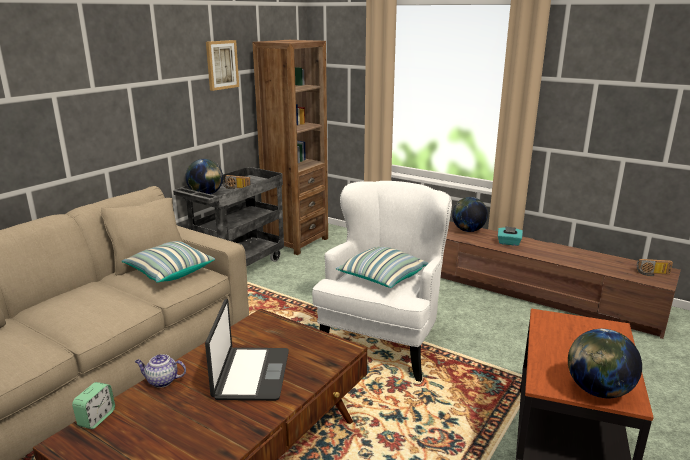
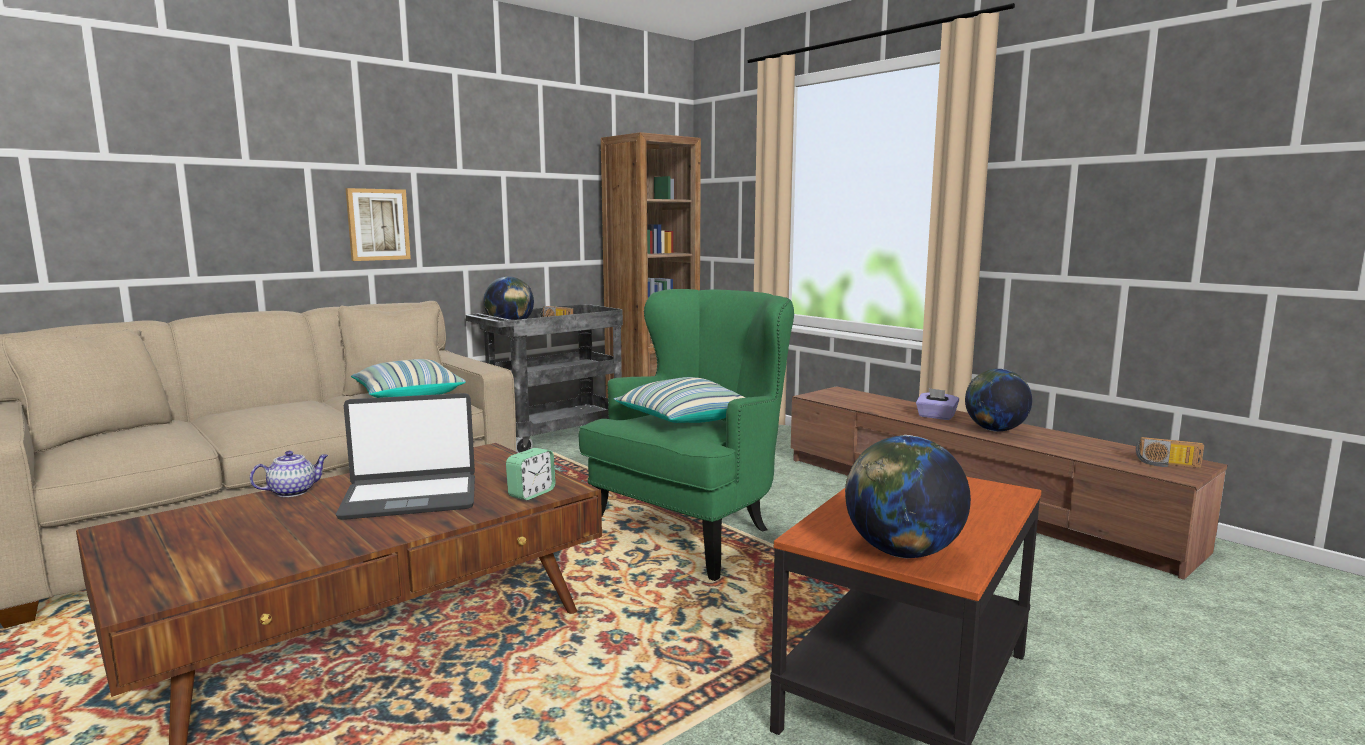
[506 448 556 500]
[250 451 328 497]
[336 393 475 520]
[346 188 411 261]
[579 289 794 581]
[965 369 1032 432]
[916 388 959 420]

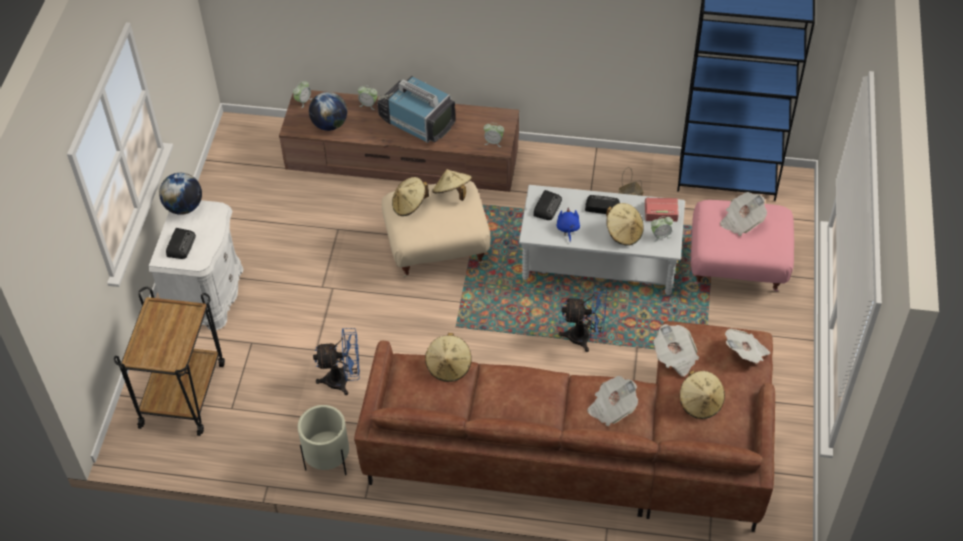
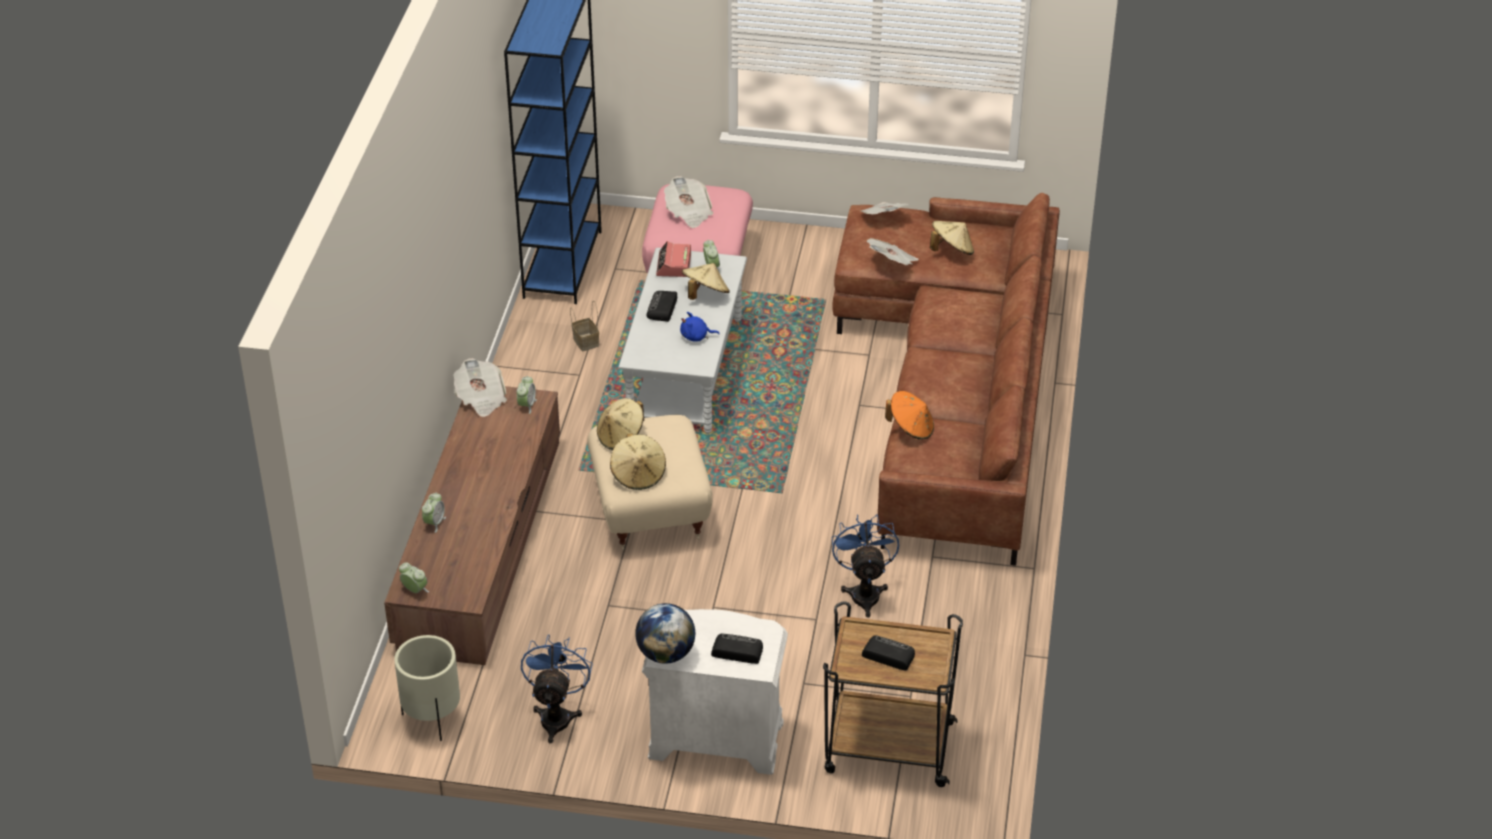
[394 635 460 741]
[309 92 347 131] (first image)
[377 76 456 143] (first image)
[885 391 934 440]
[862 635 915 671]
[521 635 593 743]
[453 358 507 417]

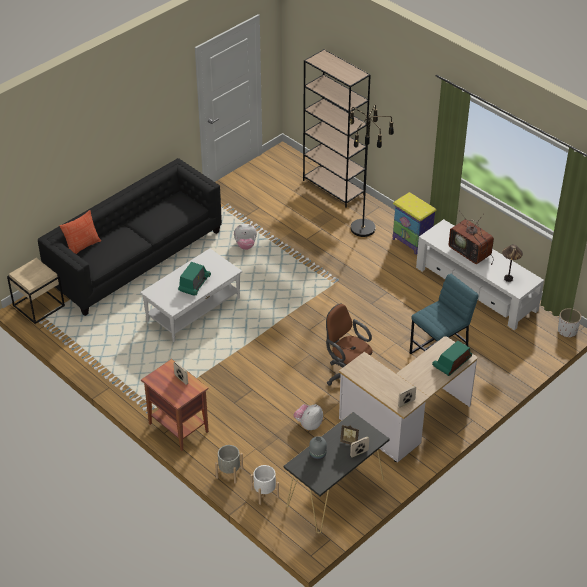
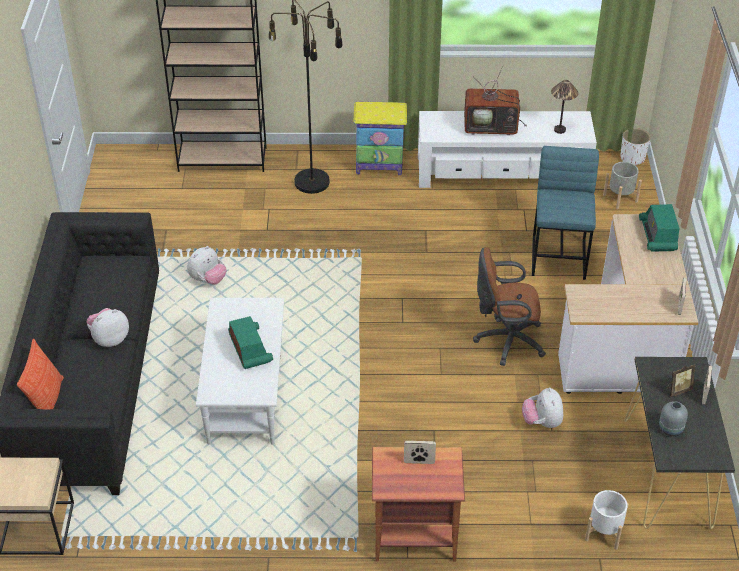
[603 162 642 209]
[87 308 129 347]

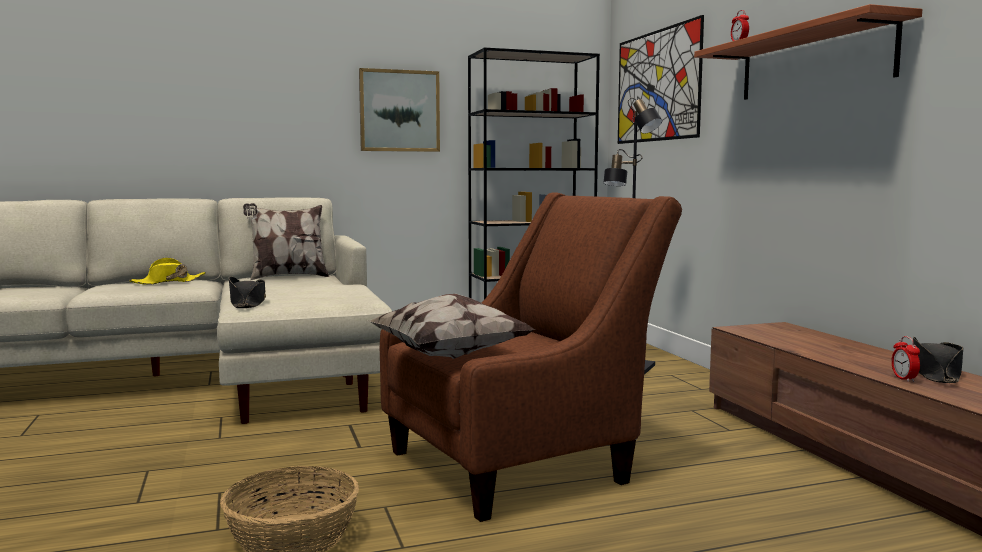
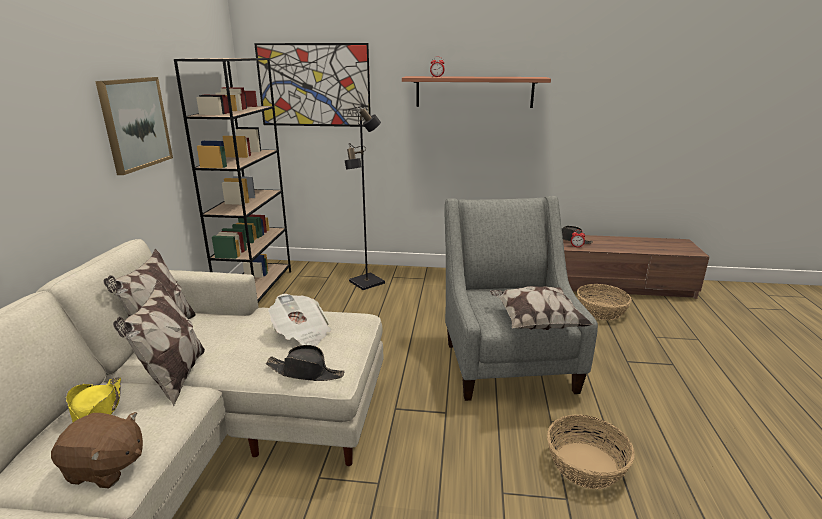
[444 196 598 401]
[51 412 143 488]
[113 280 205 406]
[268 294 332 346]
[577 284 632 321]

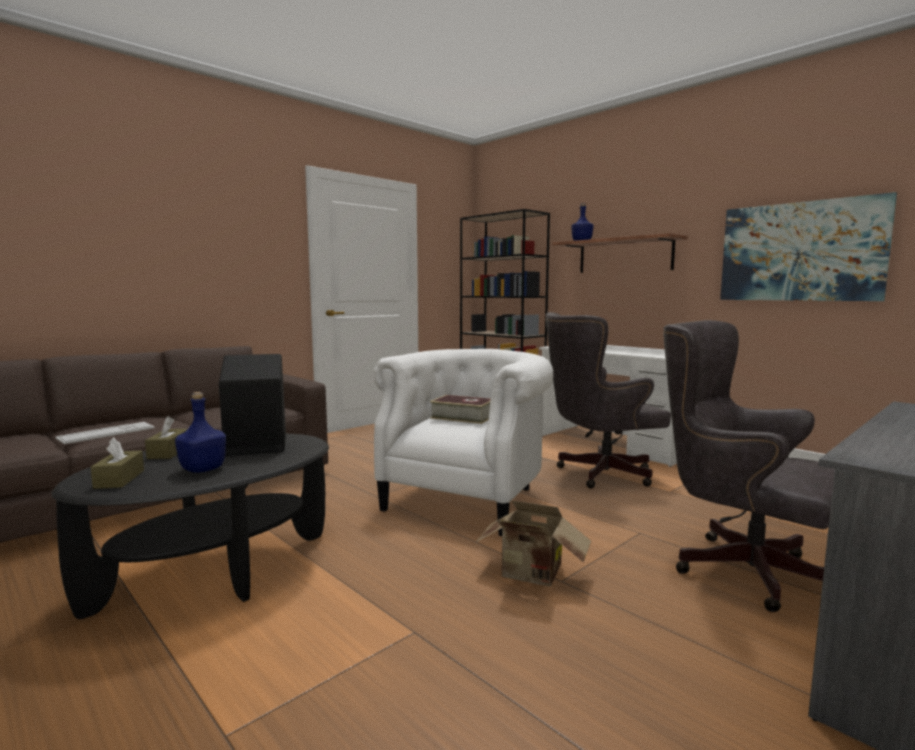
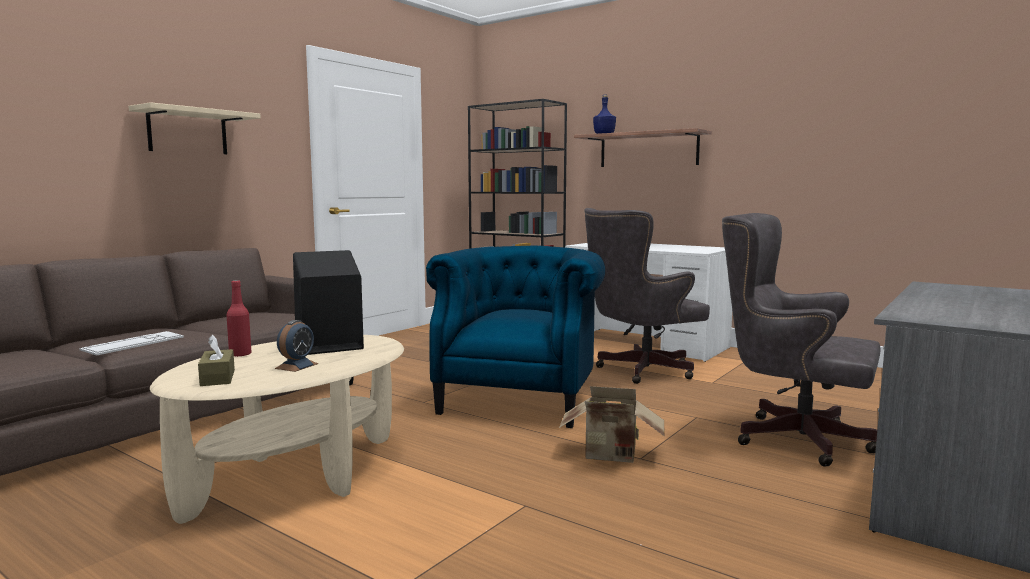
[150 335 404 524]
[227 280 251 357]
[275 320 318 372]
[426 246 605 428]
[430 395 491 424] (first image)
[720 192 897 301] (first image)
[128 102 261 154]

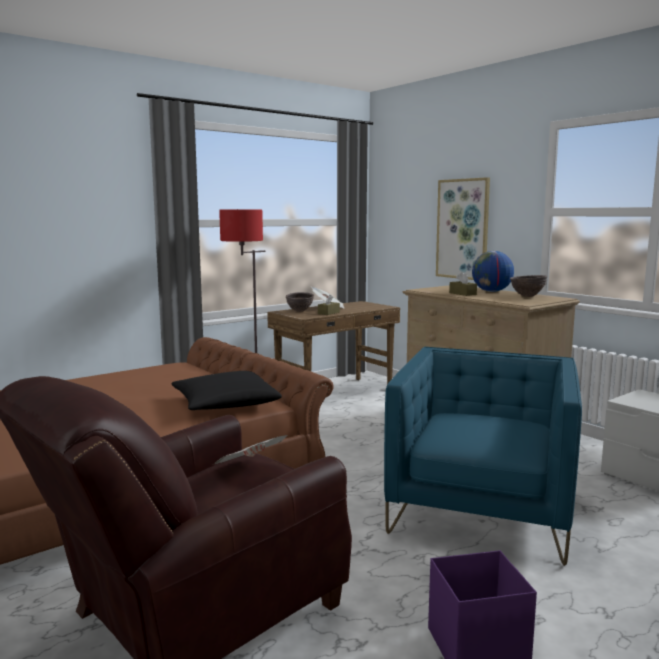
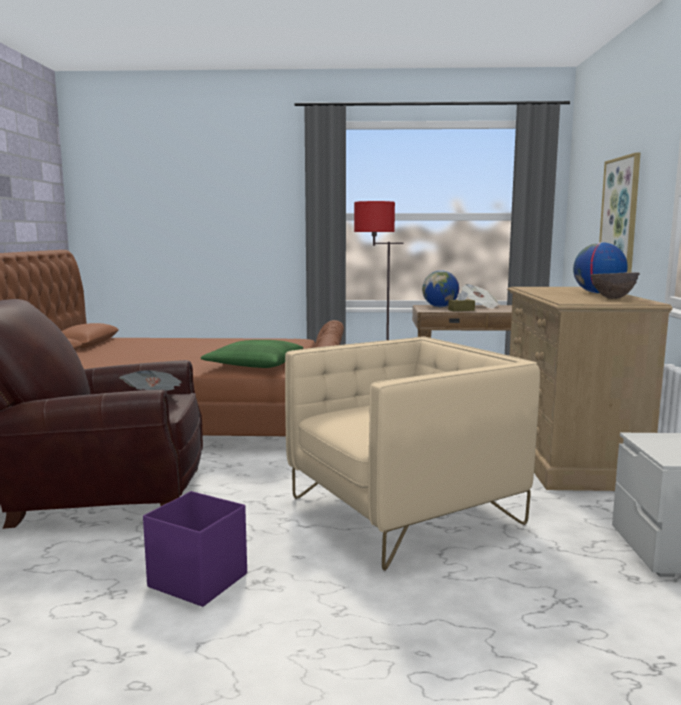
[201 340 303 368]
[422 270 459 307]
[285 336 540 571]
[449 272 477 296] (first image)

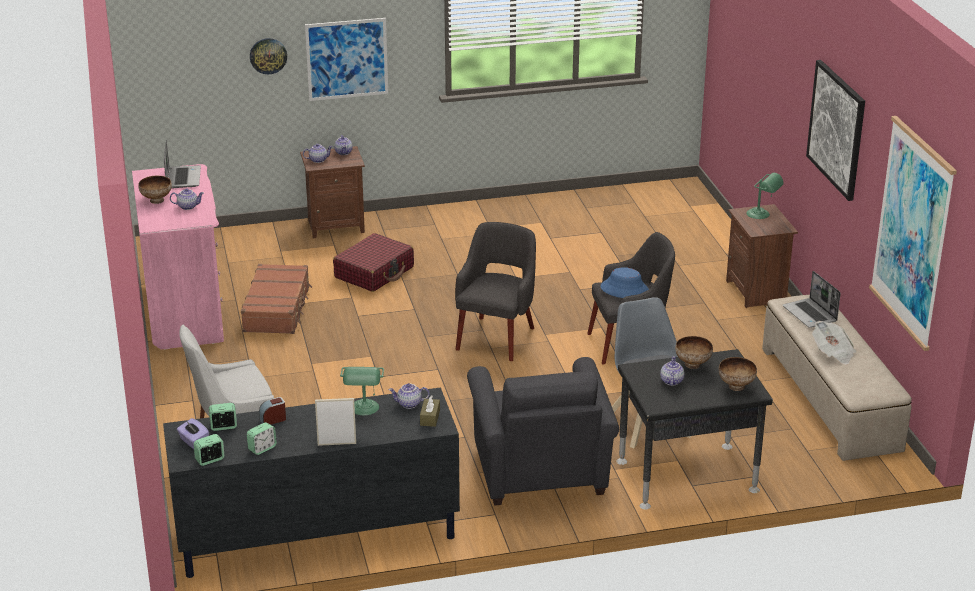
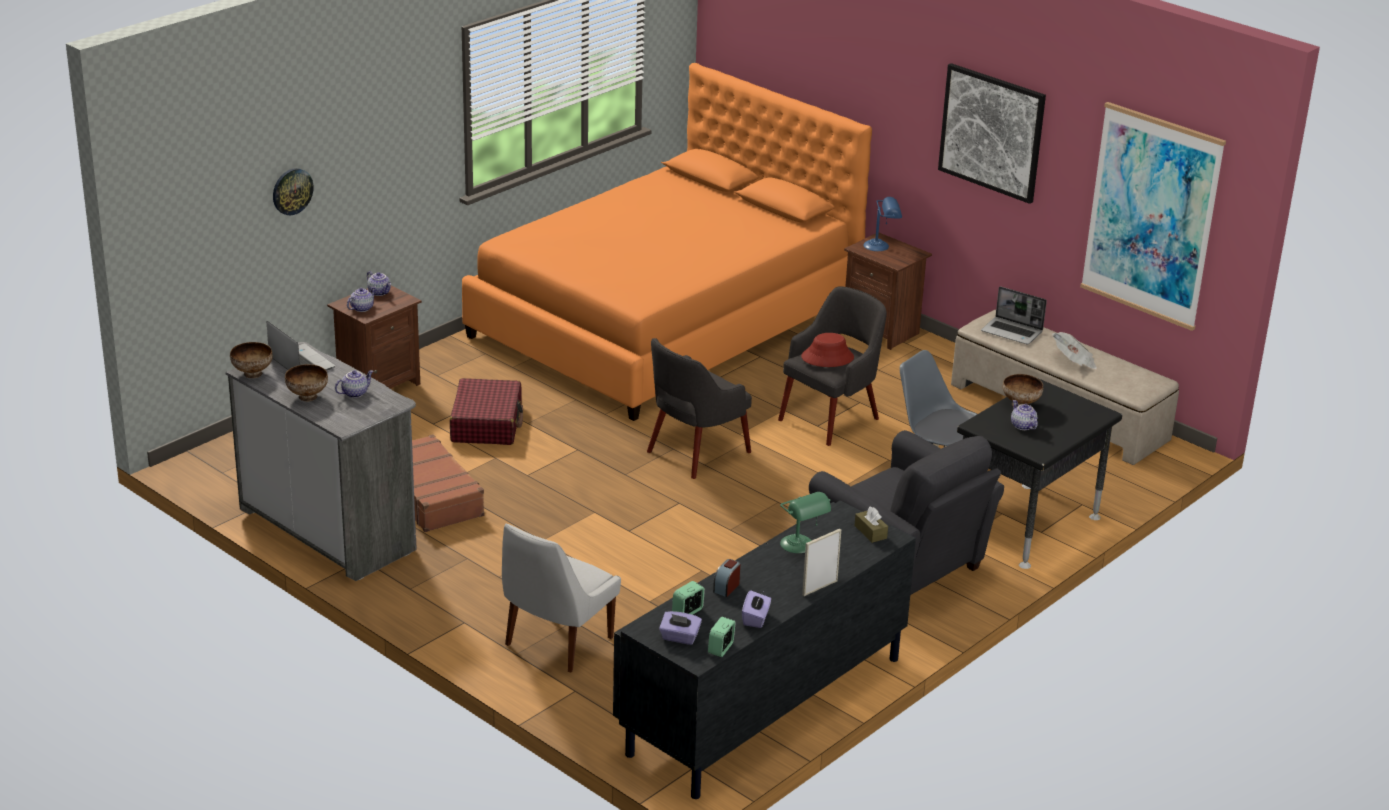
[226 342 417 581]
[742 590 771 628]
[305 18 388 101] (first image)
[389 383 430 409] (first image)
[647 338 752 479]
[801 333 854 367]
[230 342 273 378]
[863 197 902 251]
[462 63 872 421]

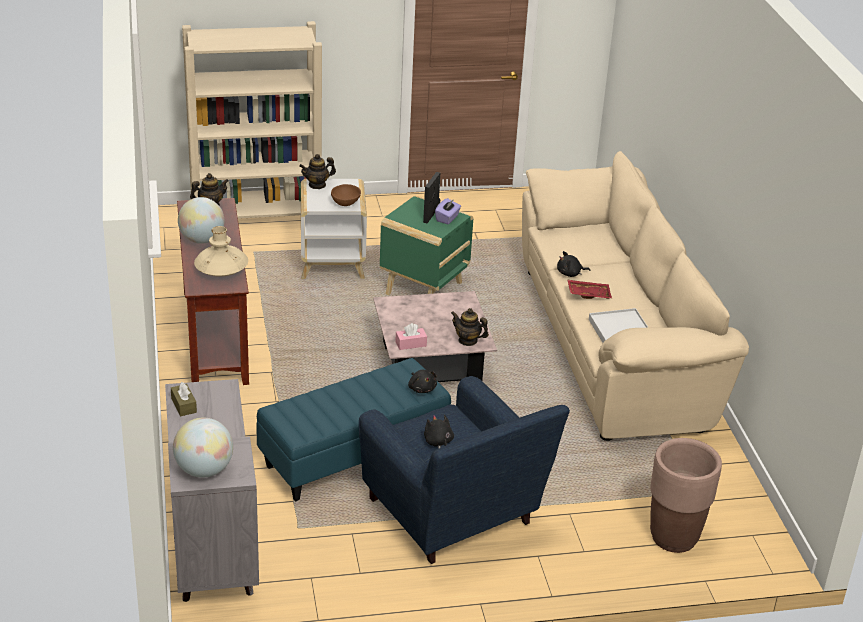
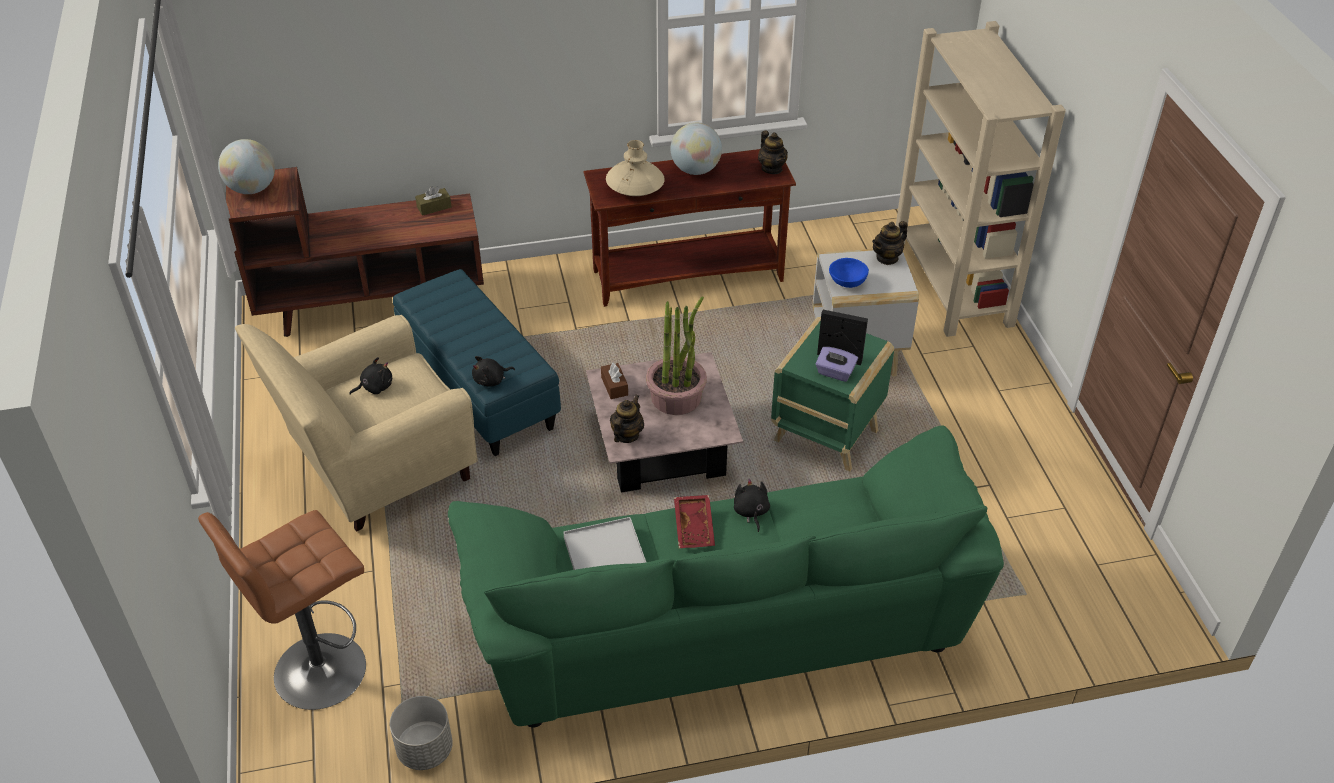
[226 167 484 337]
[872 221 908 265]
[829 258 869 288]
[235 315 477 532]
[601 362 628 399]
[448 426 1004 728]
[198 510 366 710]
[390 696 453 770]
[646 296 707 415]

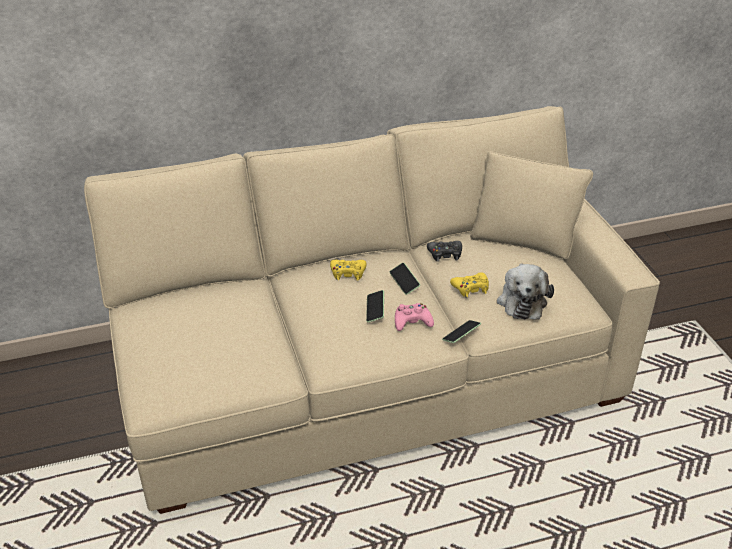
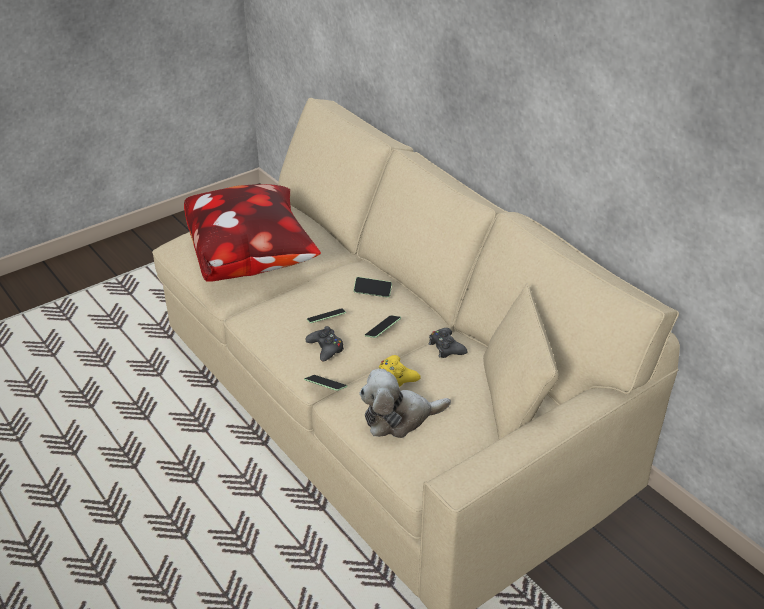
[354 277 392 298]
[306 326 344 361]
[184 184 321 282]

